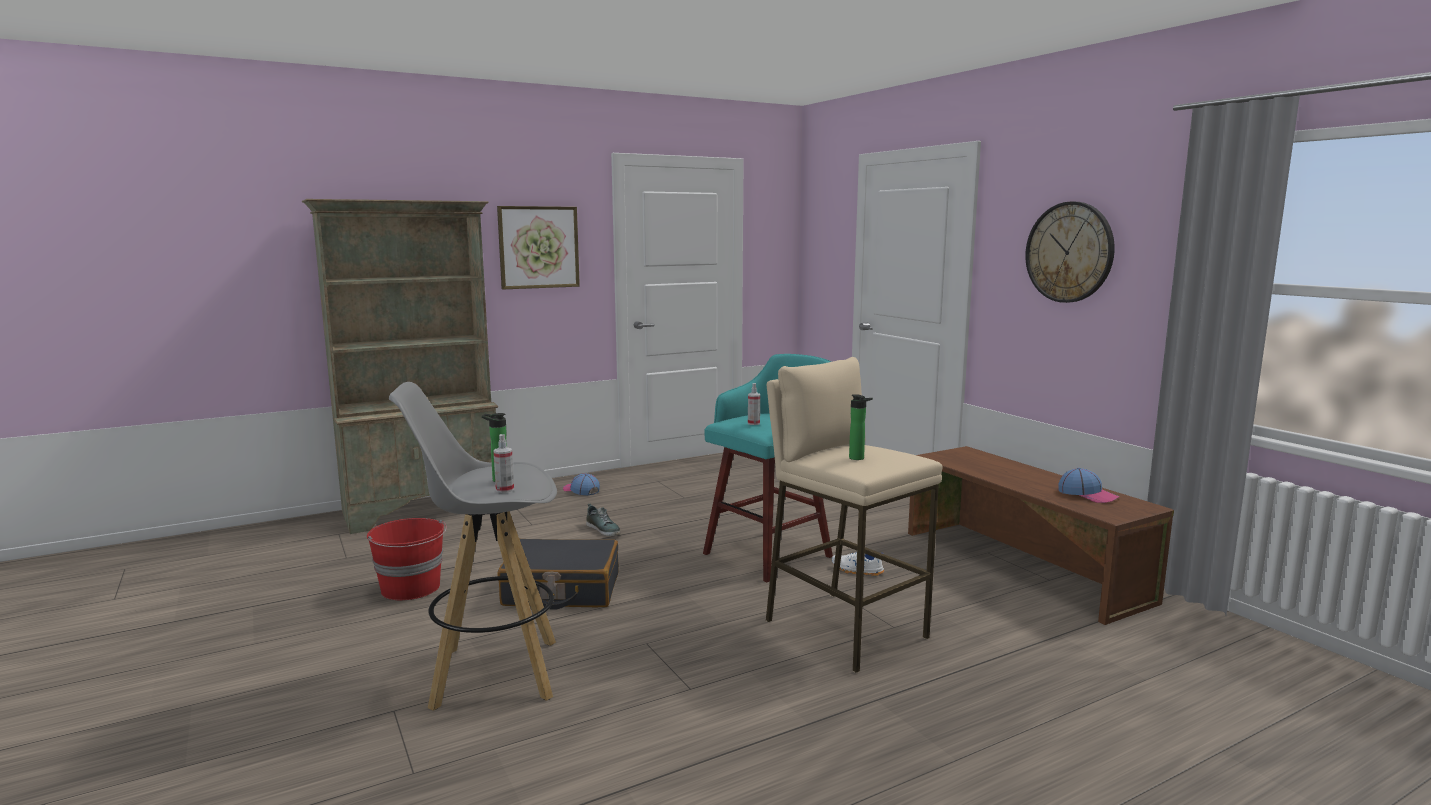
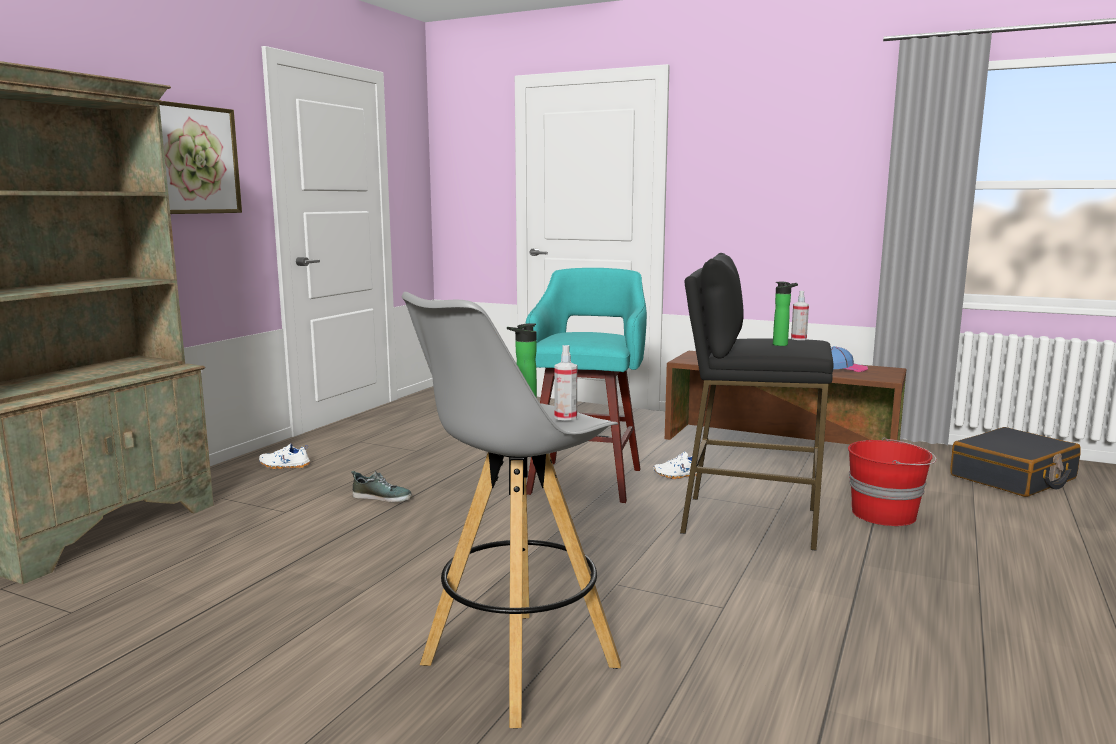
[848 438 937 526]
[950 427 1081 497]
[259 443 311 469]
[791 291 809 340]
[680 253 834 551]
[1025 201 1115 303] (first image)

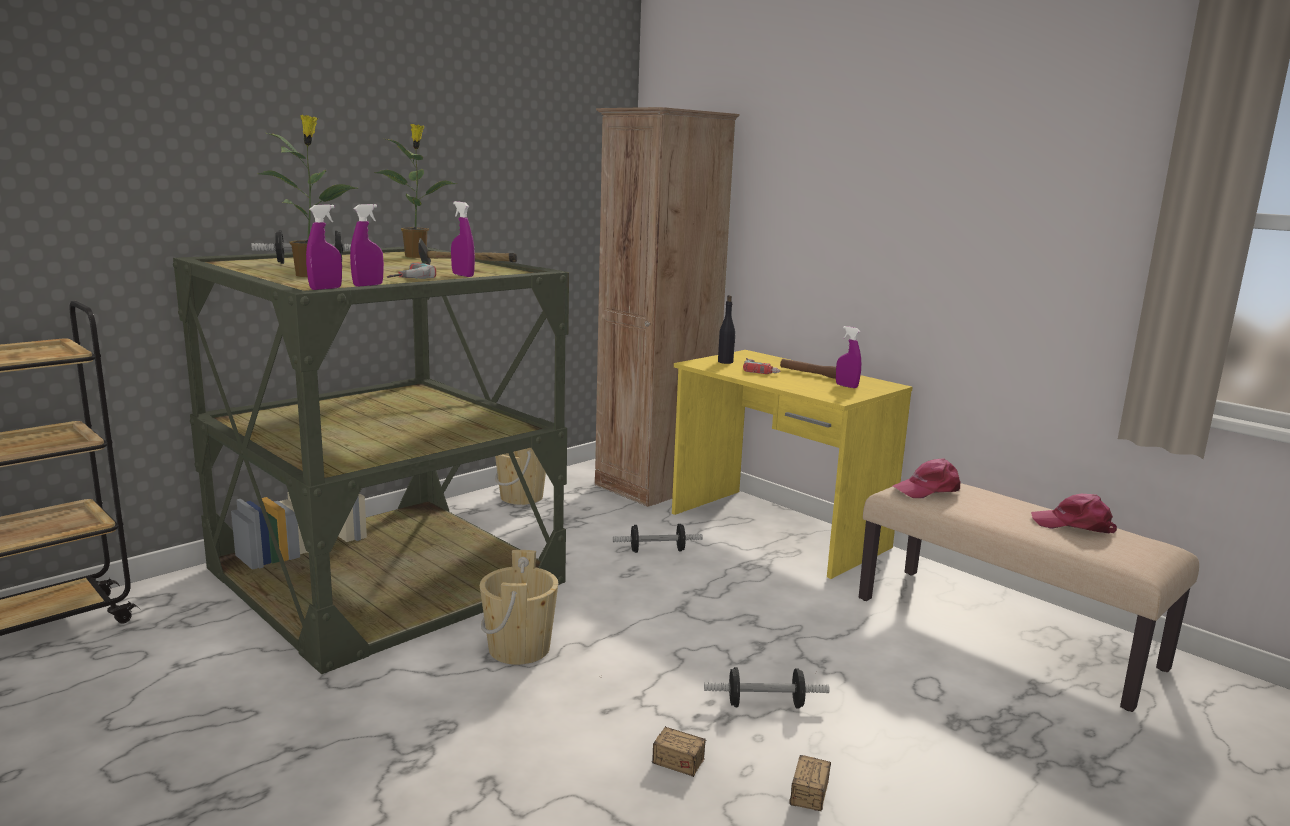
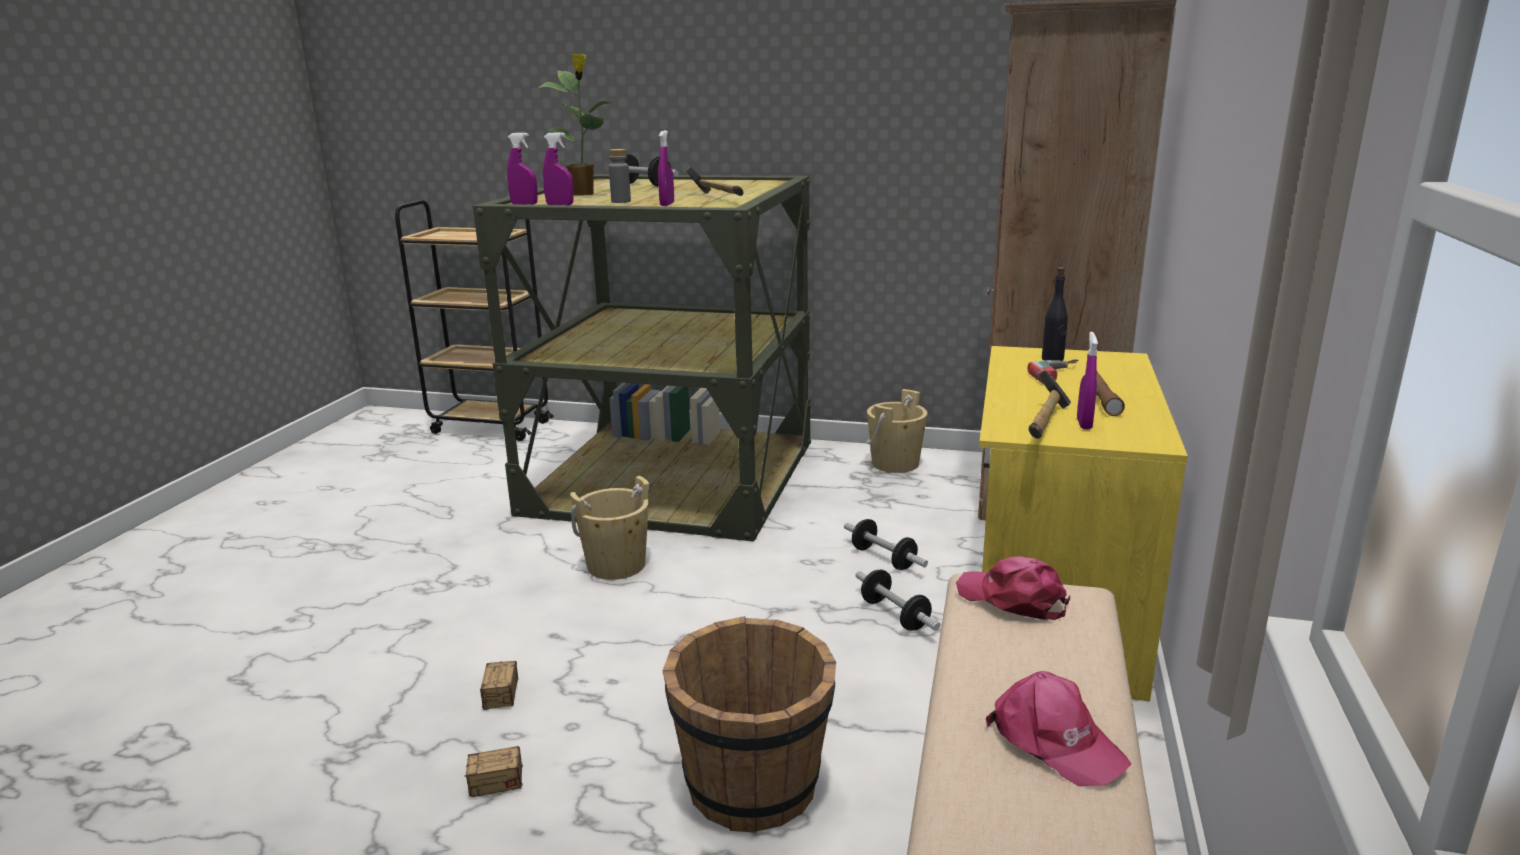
[373 124 457 258] (first image)
[609 149 631 203]
[855 569 940 631]
[986 671 1131 786]
[663 616 836 833]
[1029 370 1071 439]

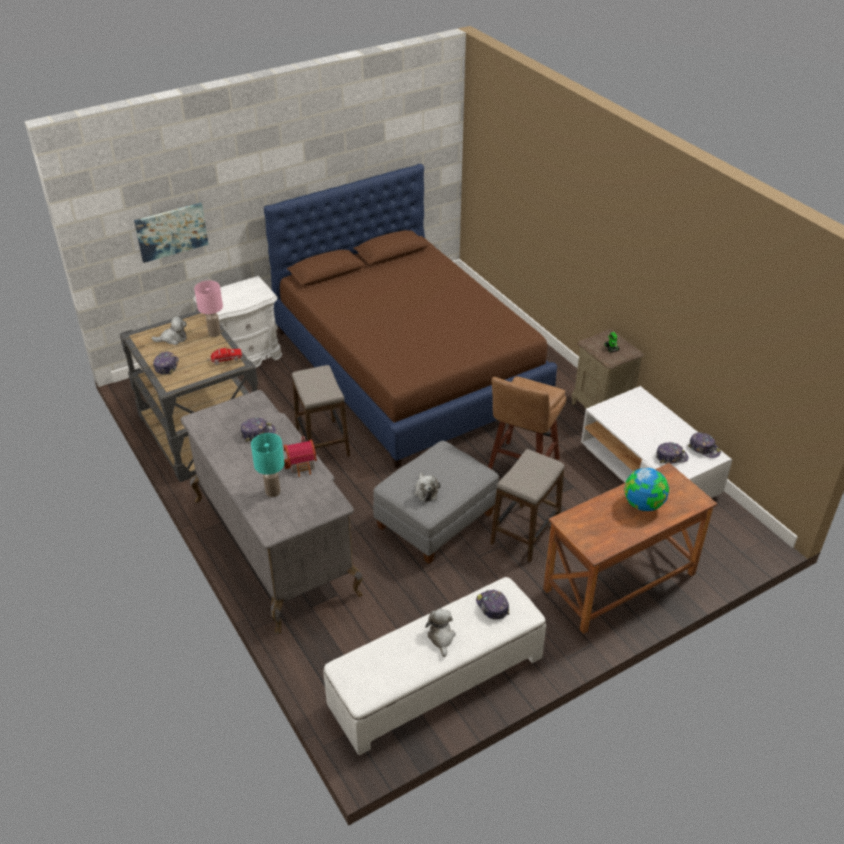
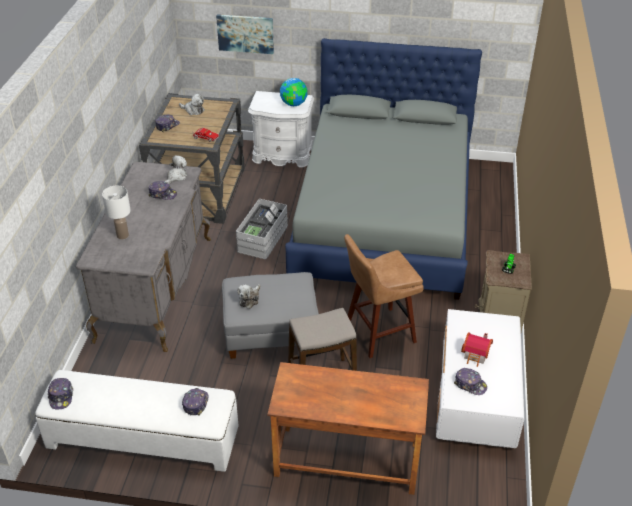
[194 280 223 337] (first image)
[102 185 131 240]
[285 38 482 300]
[461 332 493 367]
[236 199 288 259]
[164 155 187 184]
[280 78 307 106]
[48 378 73 409]

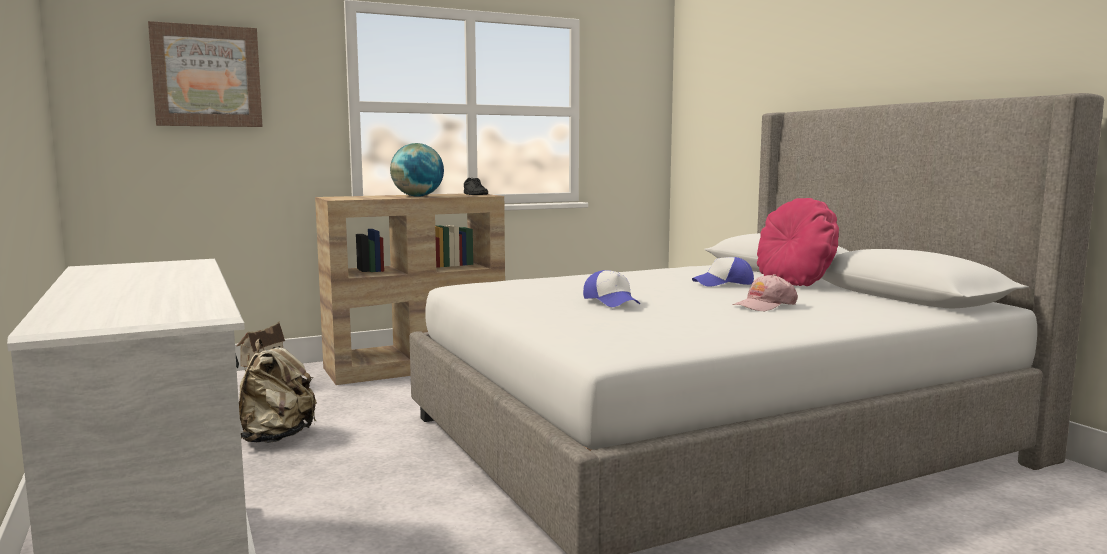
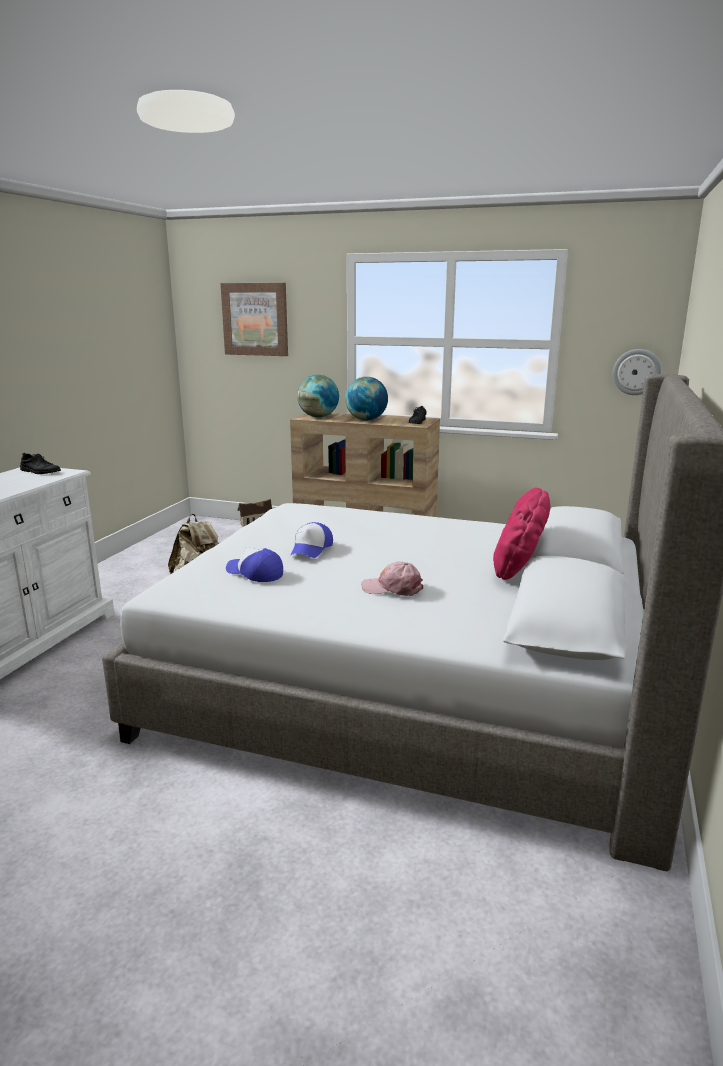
[226 547 283 582]
[20 453 61 474]
[297 375 339 417]
[613 349 661 395]

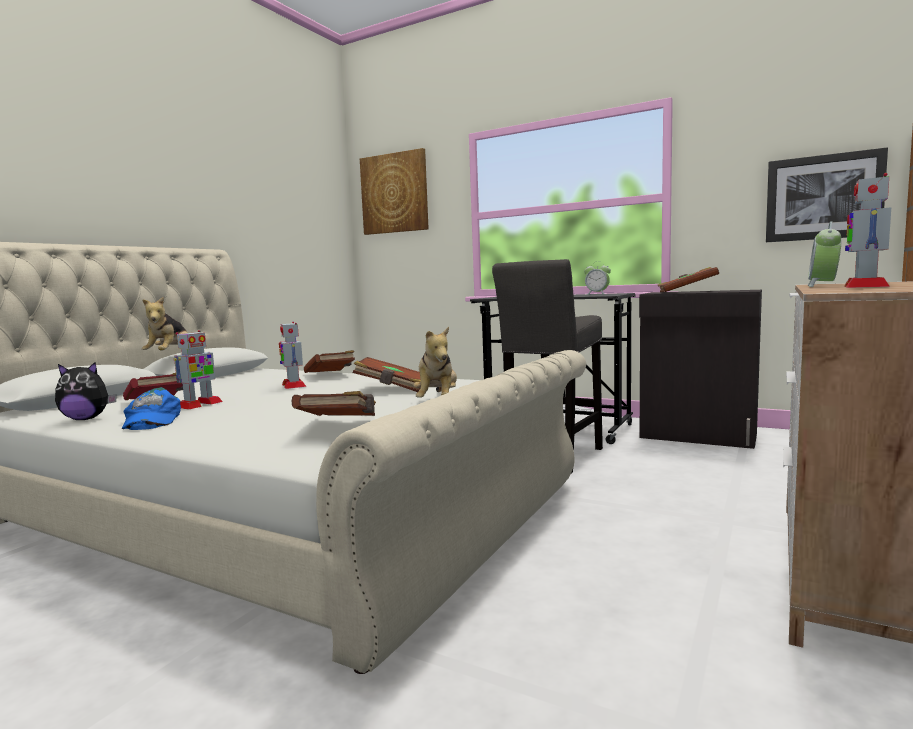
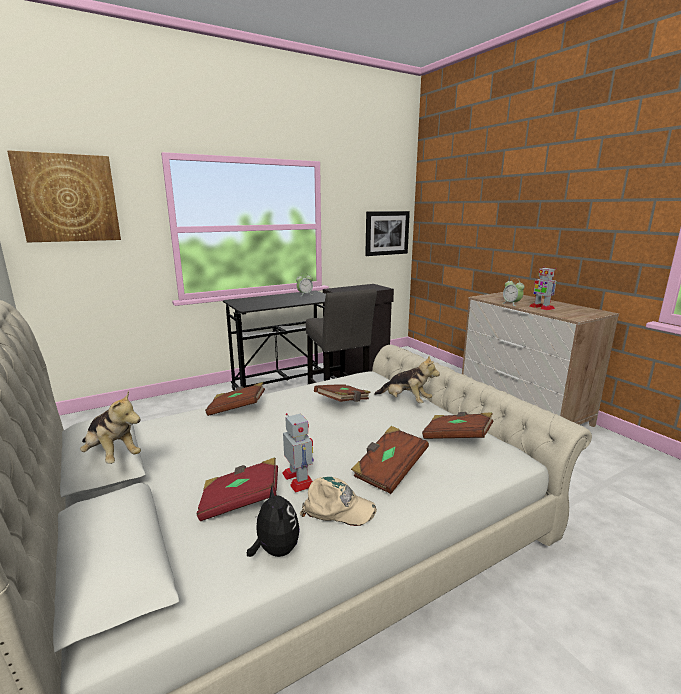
[247 485 300 557]
[300 477 377 526]
[279 322 306 389] (first image)
[351 426 429 494]

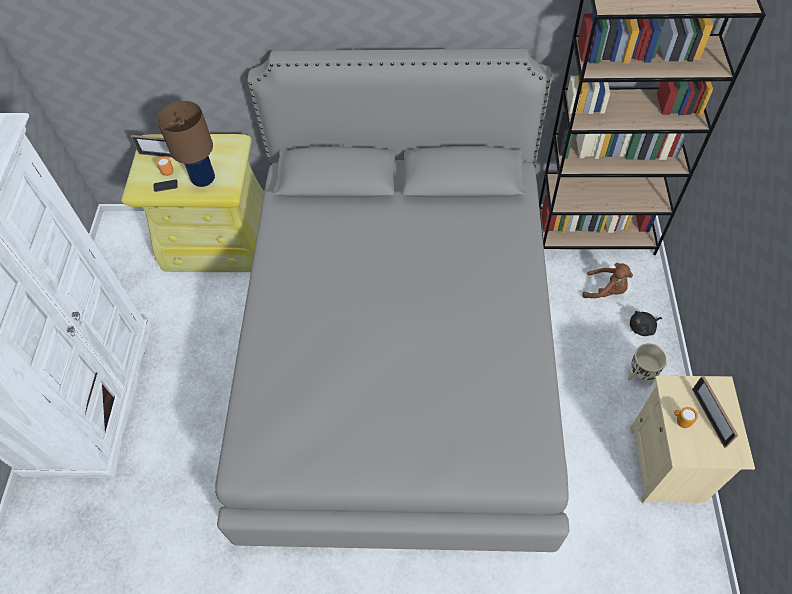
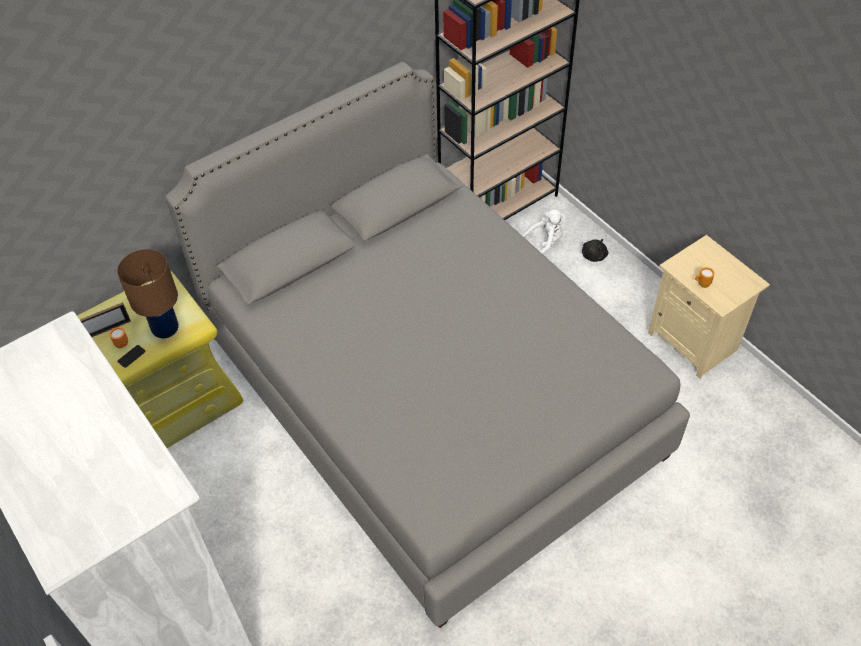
[522 209 565 254]
[628 343 667 386] (first image)
[692 375 738 448] (first image)

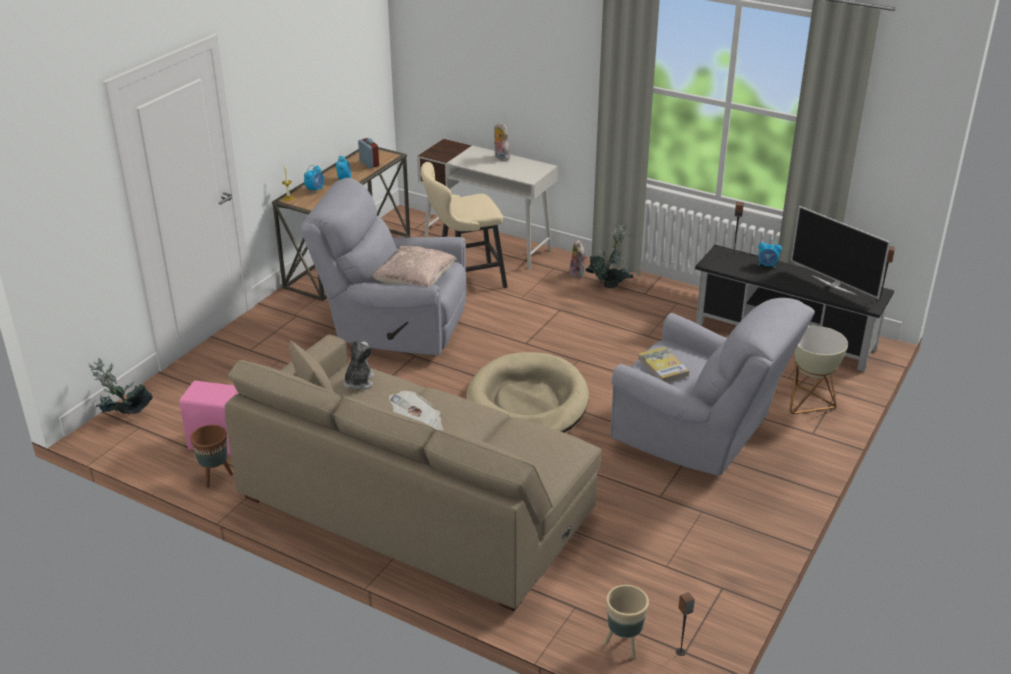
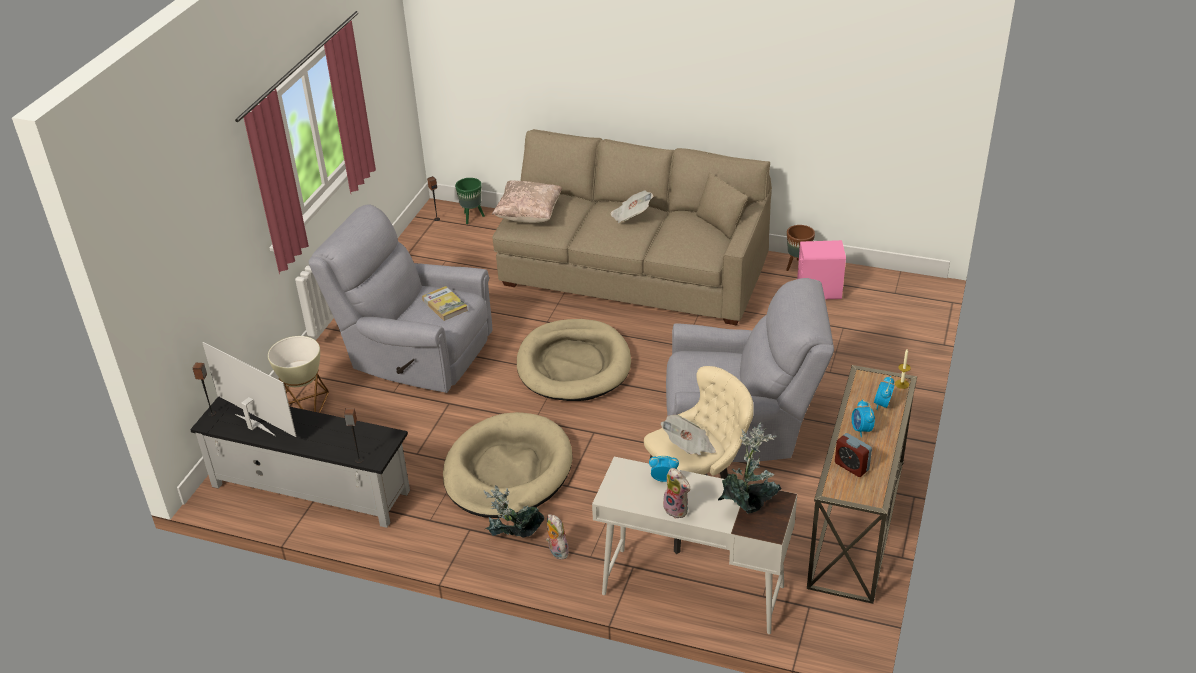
[718 422 781 514]
[343 339 374 390] (first image)
[492 180 562 223]
[455 178 485 224]
[649 456 679 482]
[443 412 573 518]
[661 415 716 455]

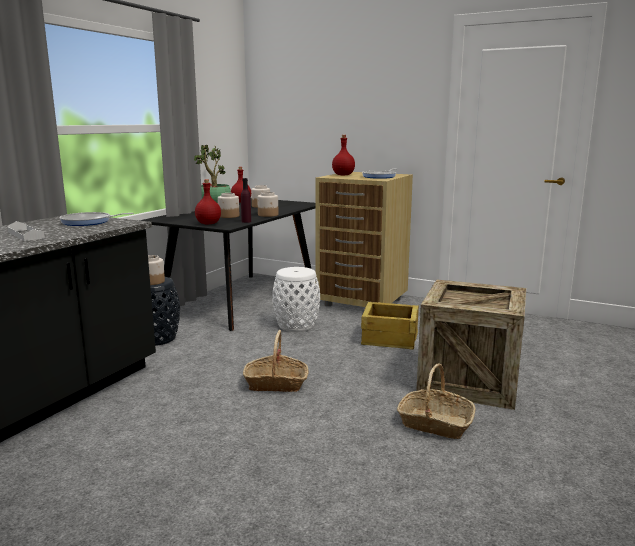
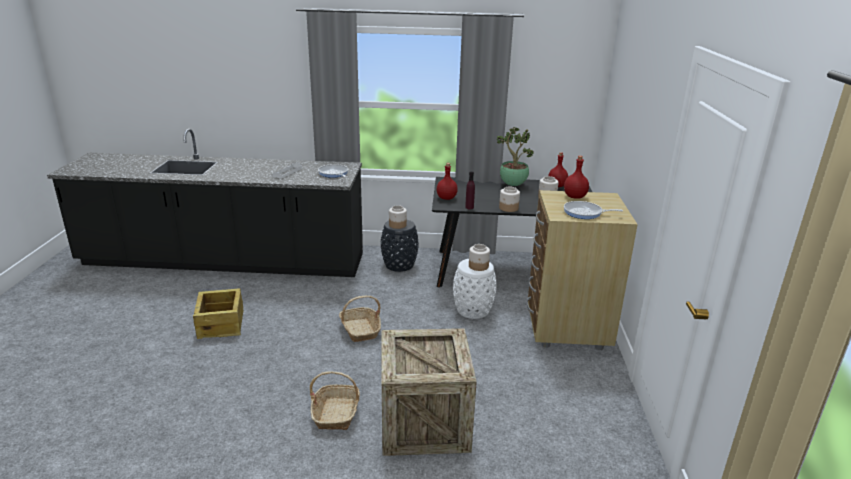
[469 244 490 271]
[193 288 243 339]

